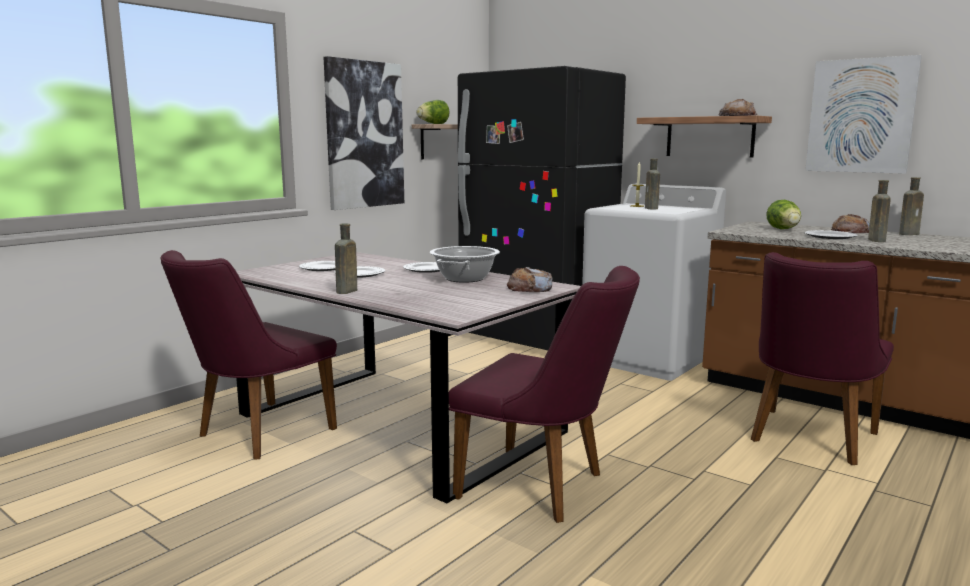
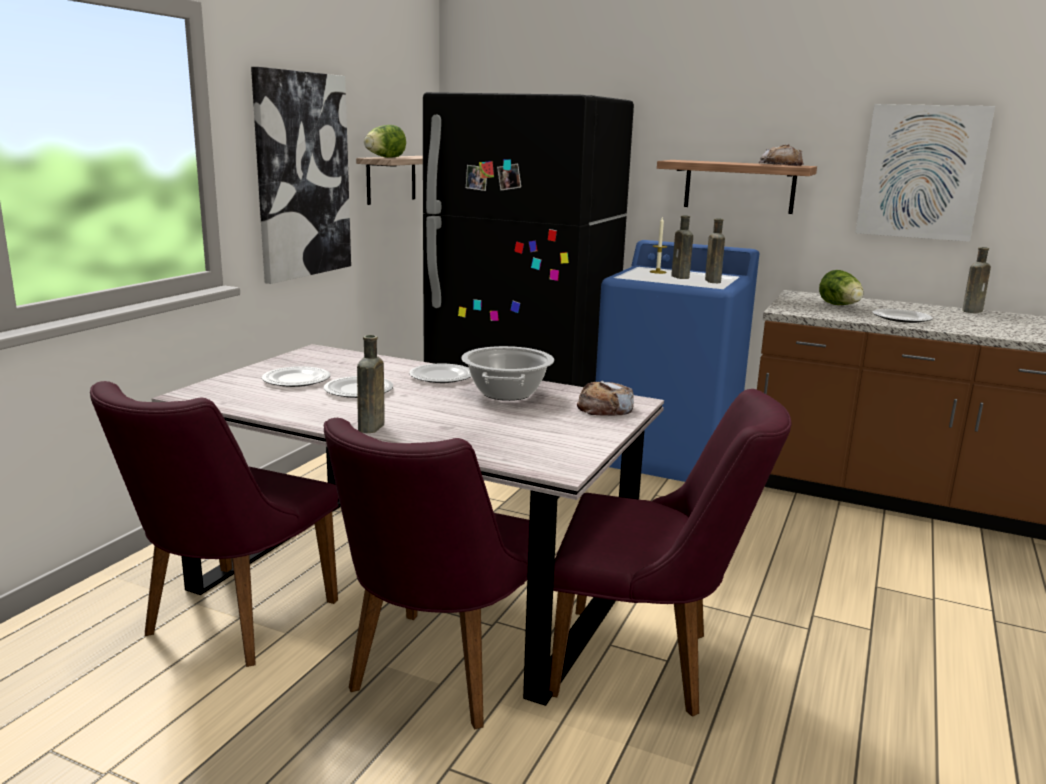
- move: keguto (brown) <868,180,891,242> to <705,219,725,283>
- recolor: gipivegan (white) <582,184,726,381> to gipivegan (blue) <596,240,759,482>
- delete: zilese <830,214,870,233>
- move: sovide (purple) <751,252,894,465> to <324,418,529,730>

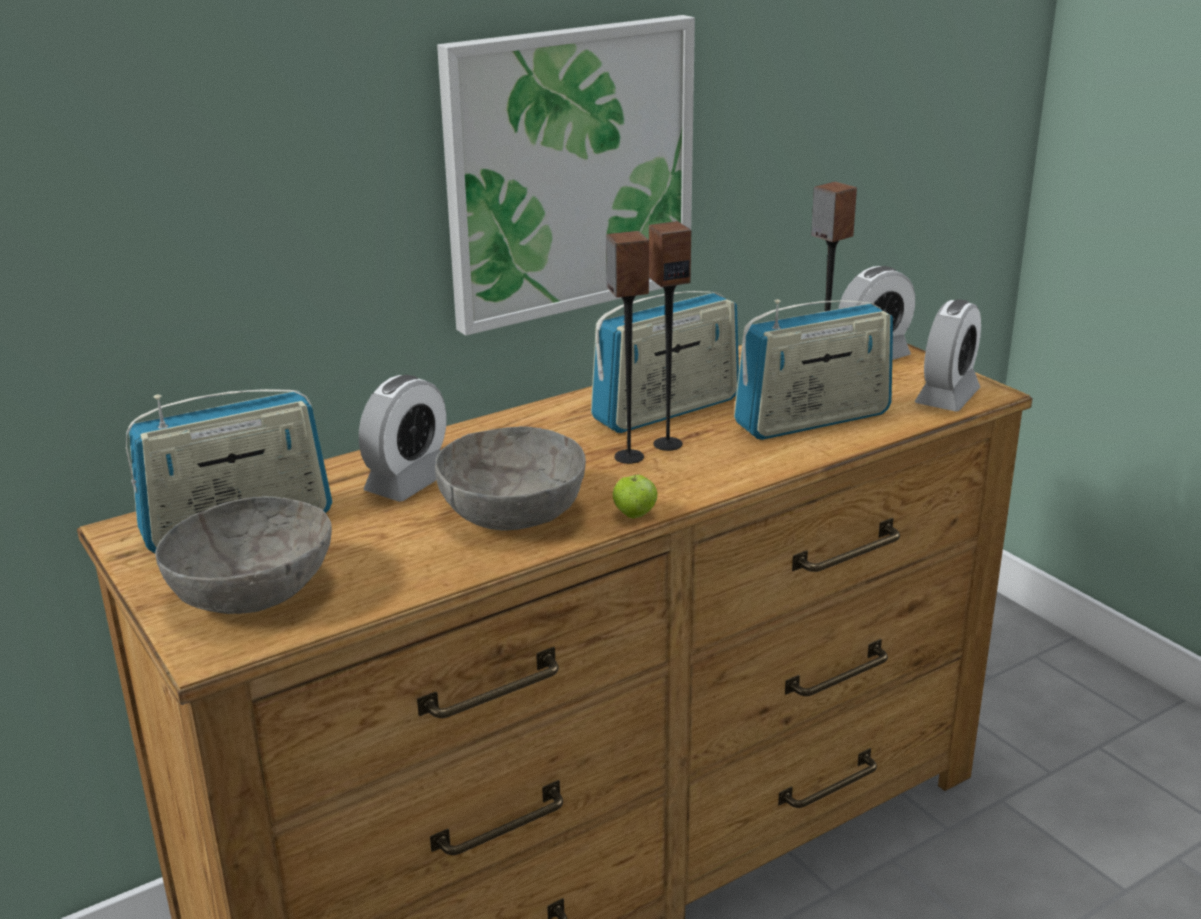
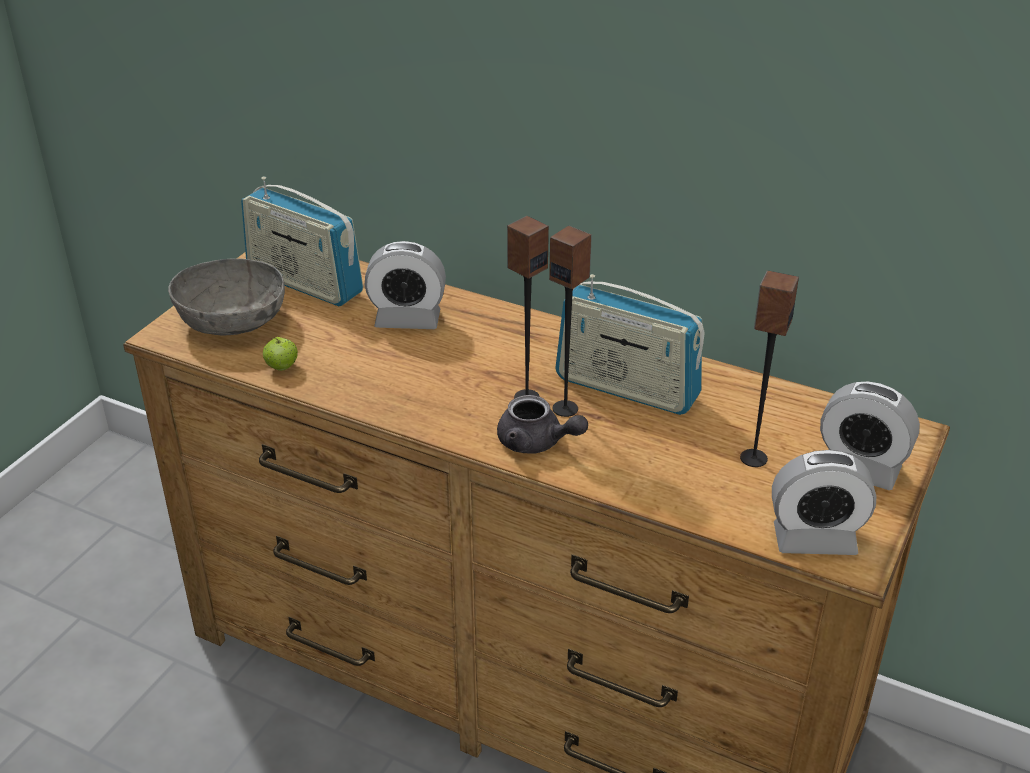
- delete: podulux <437,15,695,336>
- delete: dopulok <734,299,893,440>
- delete: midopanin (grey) <435,426,586,531>
- move: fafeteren <613,475,658,519> to <263,337,298,371>
- insert: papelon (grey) <497,395,588,454>

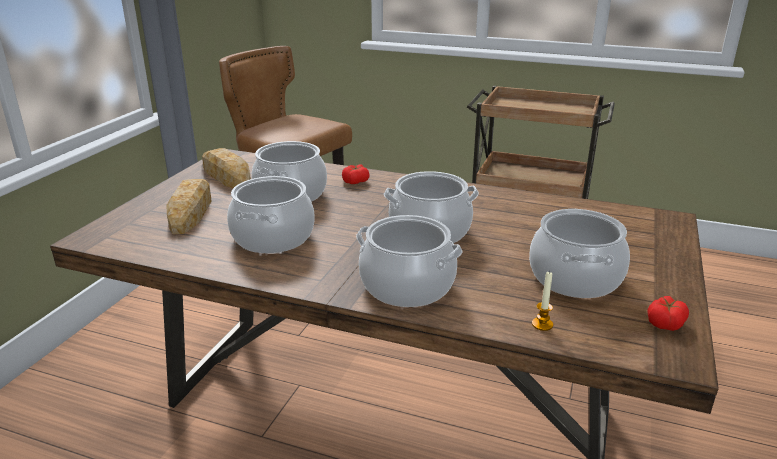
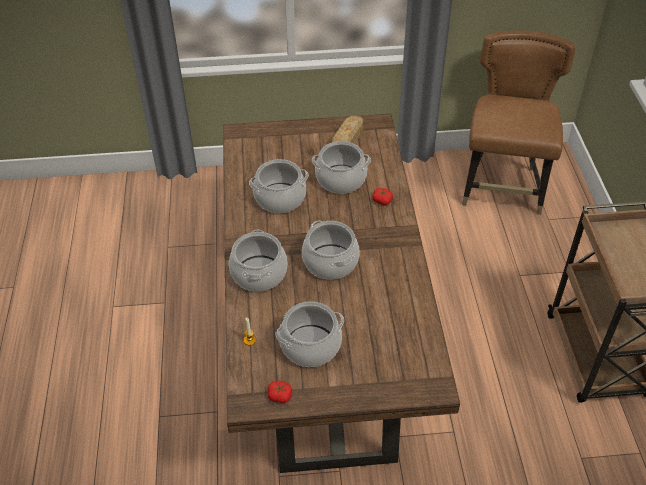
- delete: zilese <166,179,212,234>

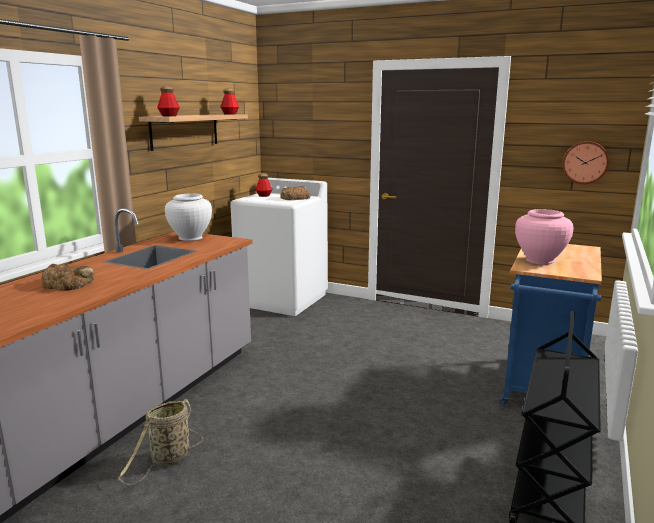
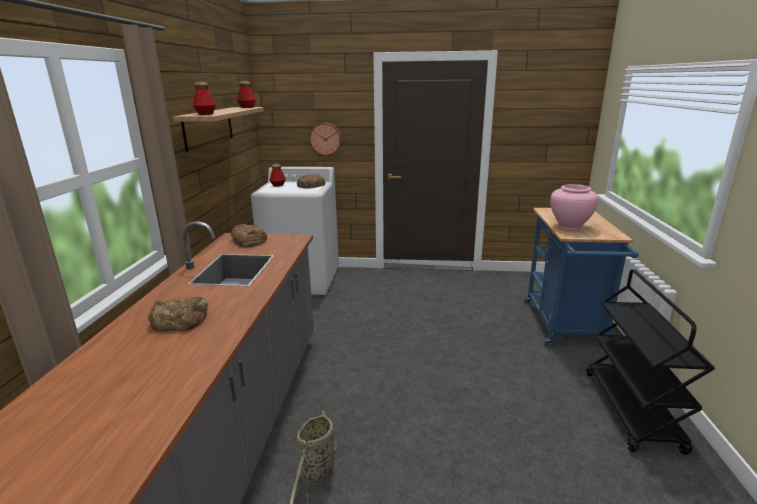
- move: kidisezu <562,141,609,184> to <309,123,342,156>
- replace: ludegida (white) <165,193,212,241> to zilese <231,224,267,248>

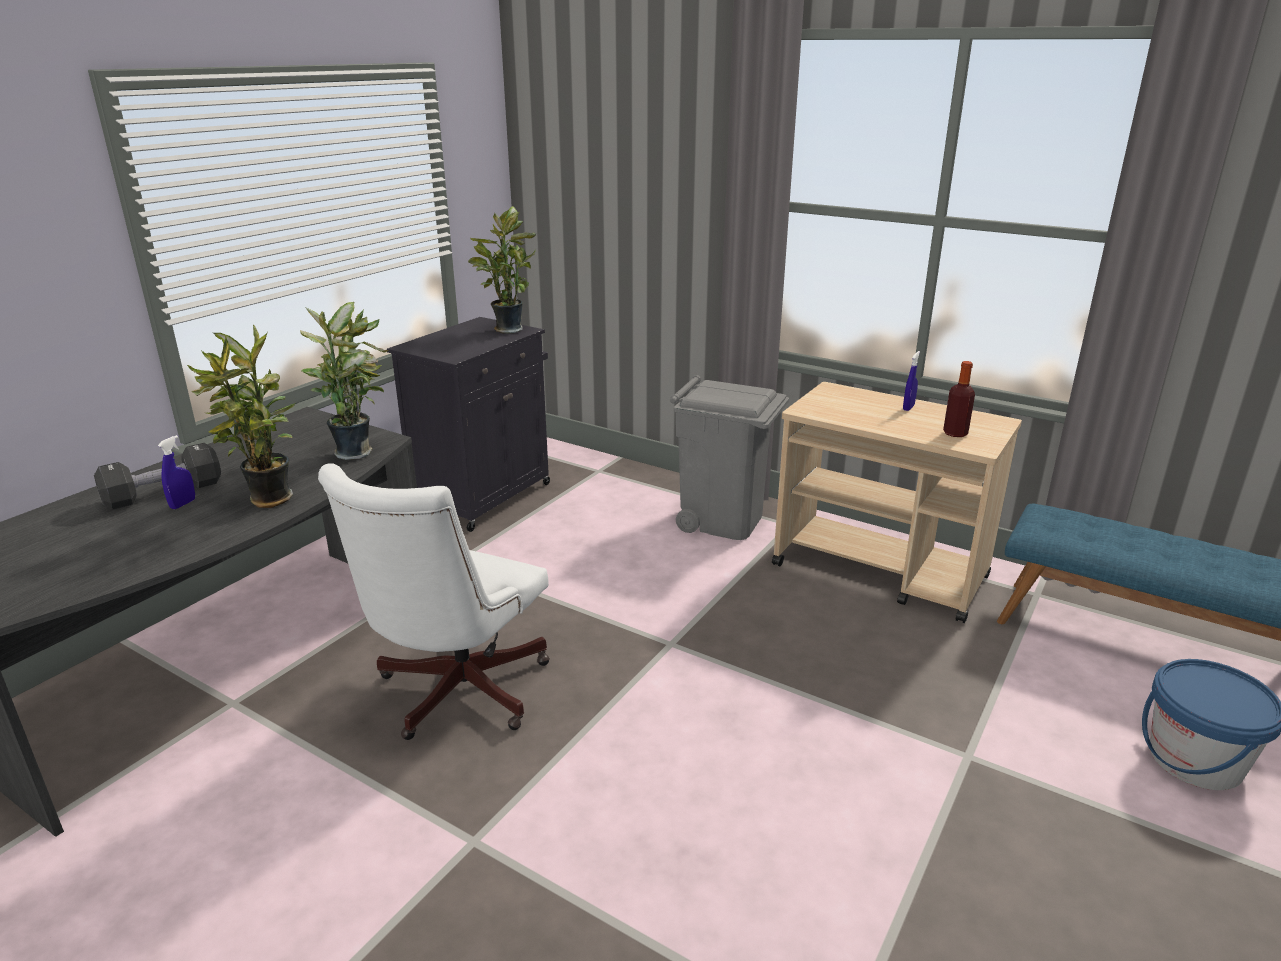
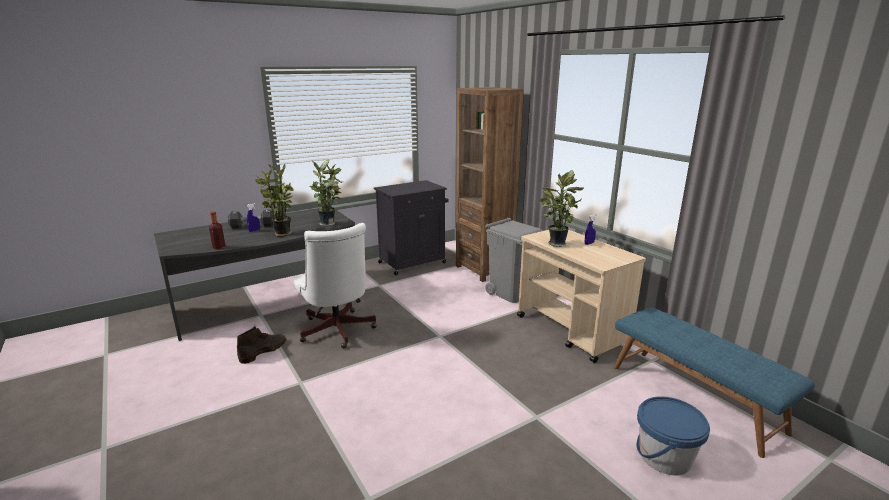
- move: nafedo <468,206,536,334> to <539,170,584,247>
- move: keguto <943,361,975,437> to <209,211,225,250>
- rotate: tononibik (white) <318,463,550,740> = <294,223,377,348> 75 degrees counterclockwise
- insert: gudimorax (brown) <456,87,524,282>
- insert: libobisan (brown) <237,326,287,364>

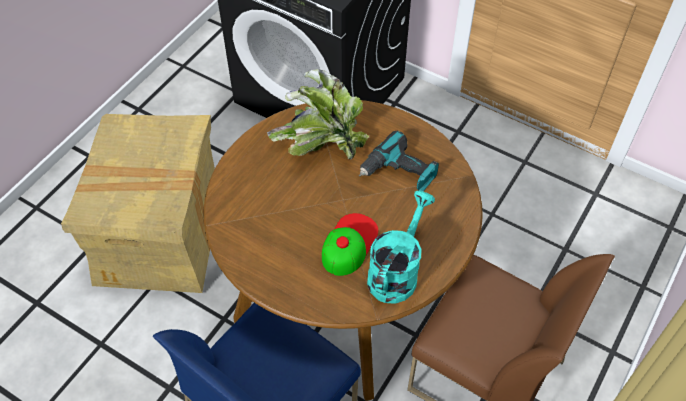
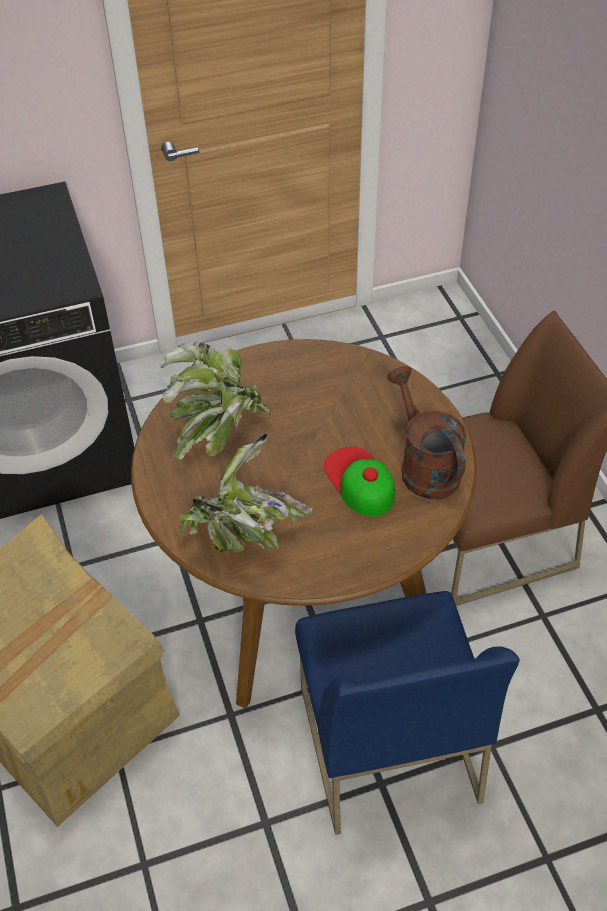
- delete: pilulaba <359,130,439,191>
- recolor: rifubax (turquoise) <367,190,435,304> to rifubax (brown) <387,366,467,499>
- insert: nafedo <174,434,312,553>

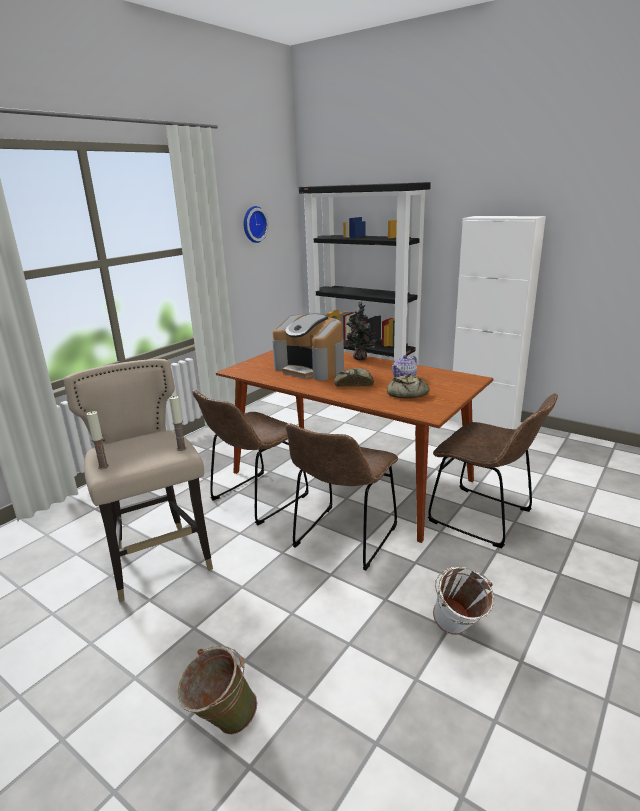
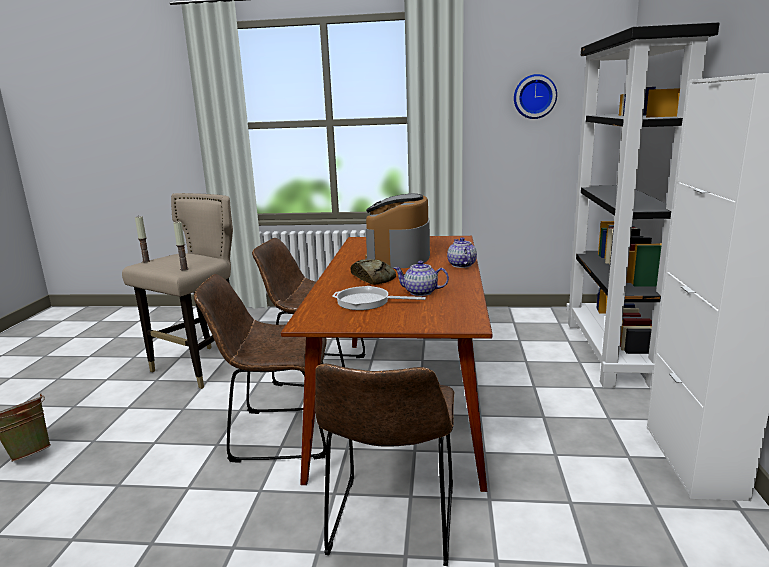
- replace: nafedo <346,301,377,360> to papelon <447,237,477,268>
- replace: zilese <387,374,430,399> to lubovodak <332,286,426,310>
- delete: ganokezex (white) <433,567,494,635>

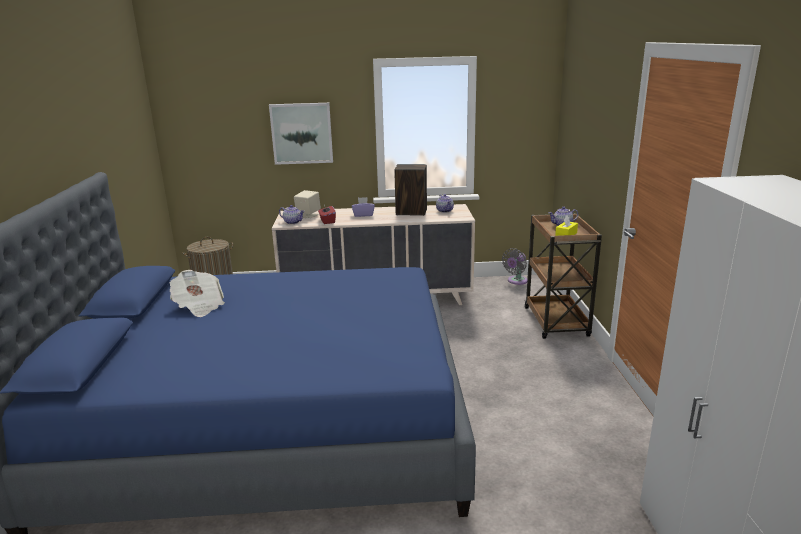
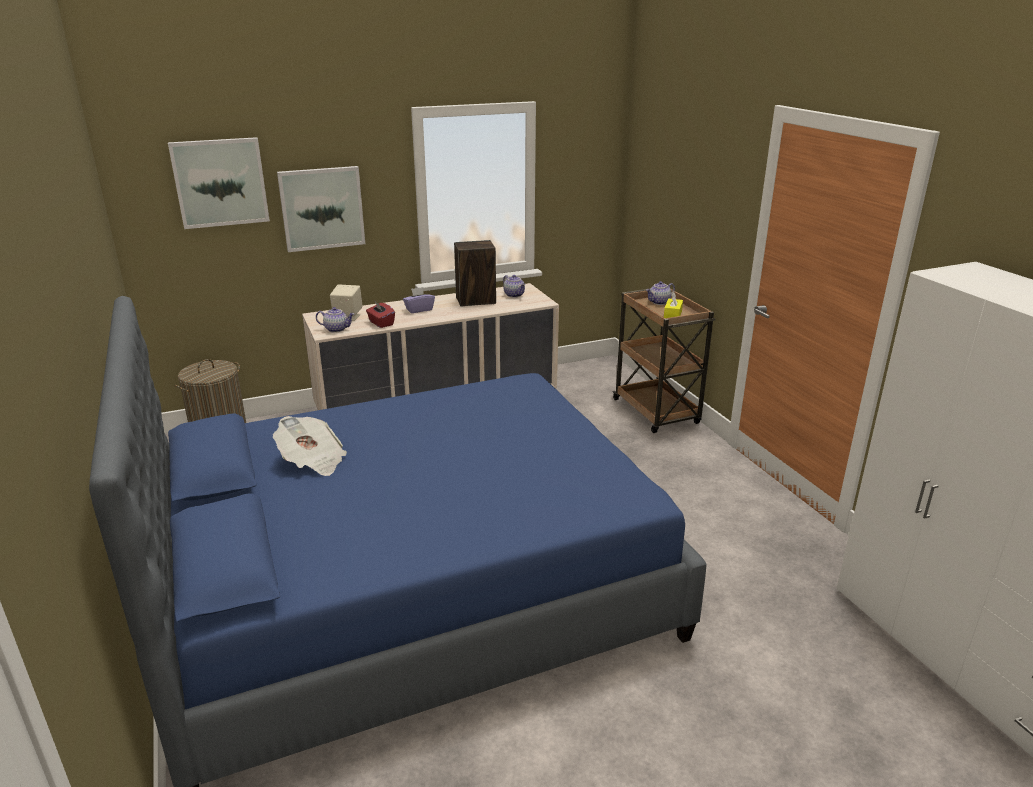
- delete: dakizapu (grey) <502,248,527,285>
- insert: podulux <168,137,270,229>

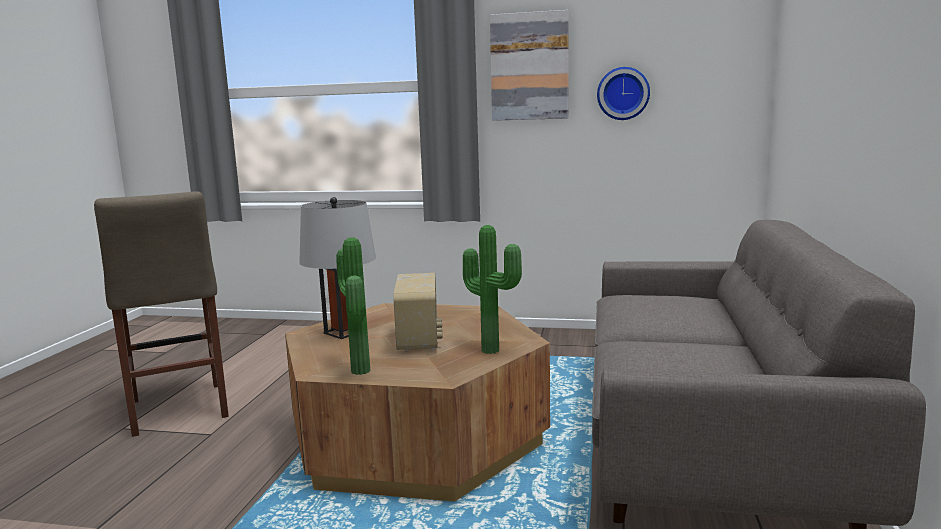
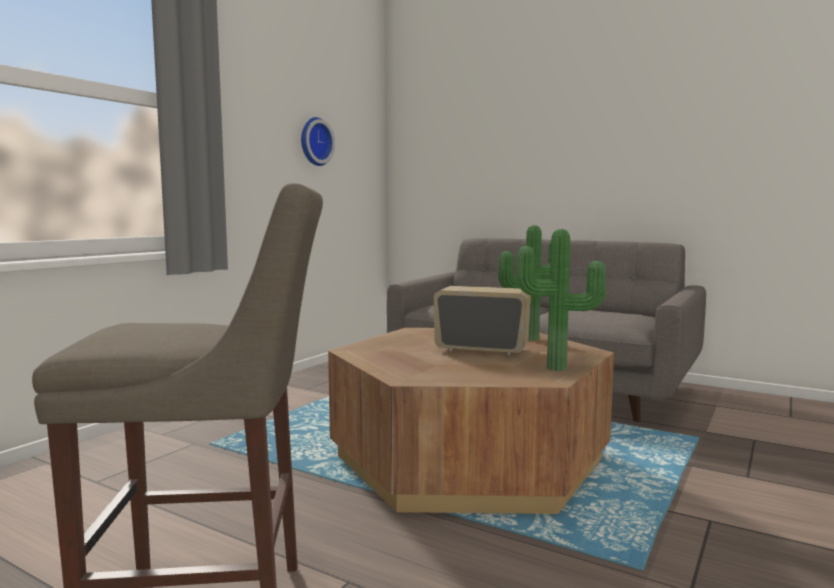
- delete: podulux <490,10,569,121>
- delete: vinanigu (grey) <299,197,376,339>

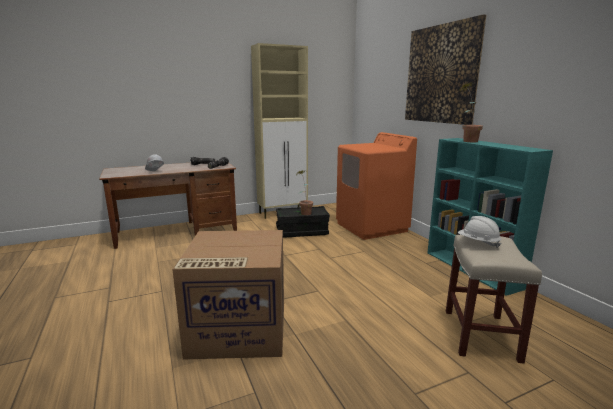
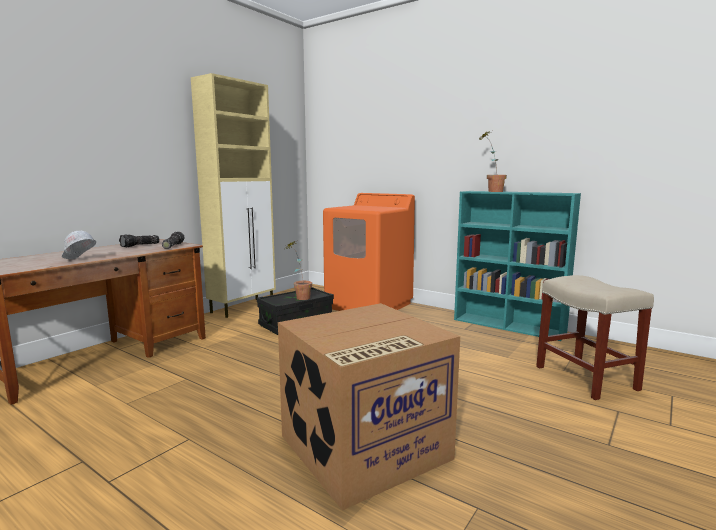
- delete: podulux <405,14,486,125>
- delete: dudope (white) <458,216,502,248>

